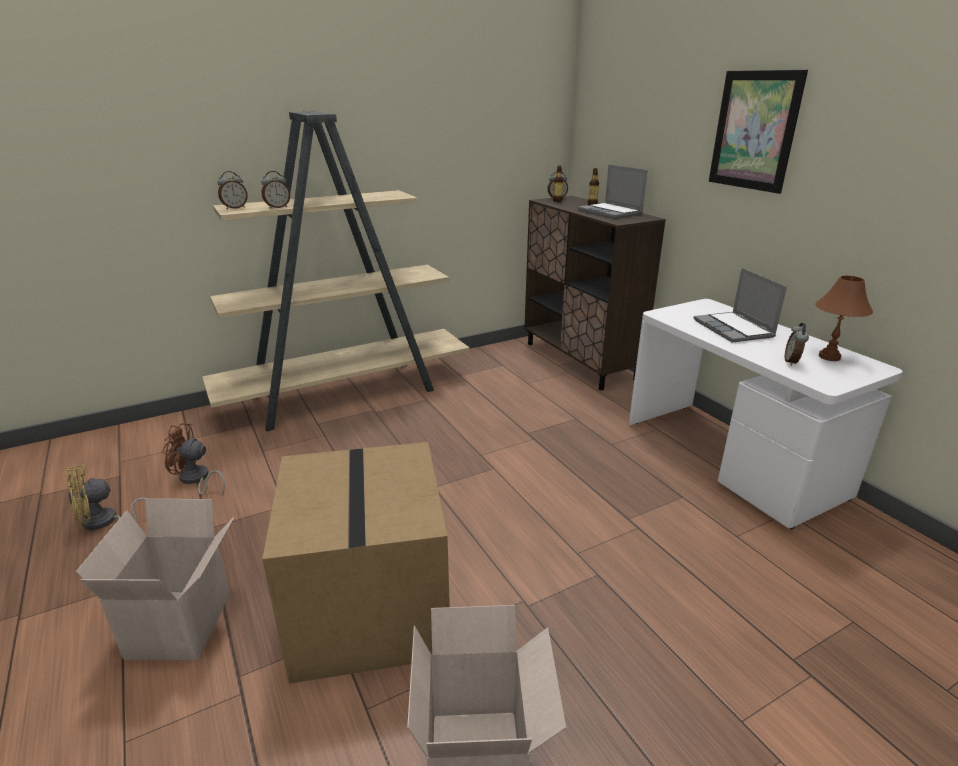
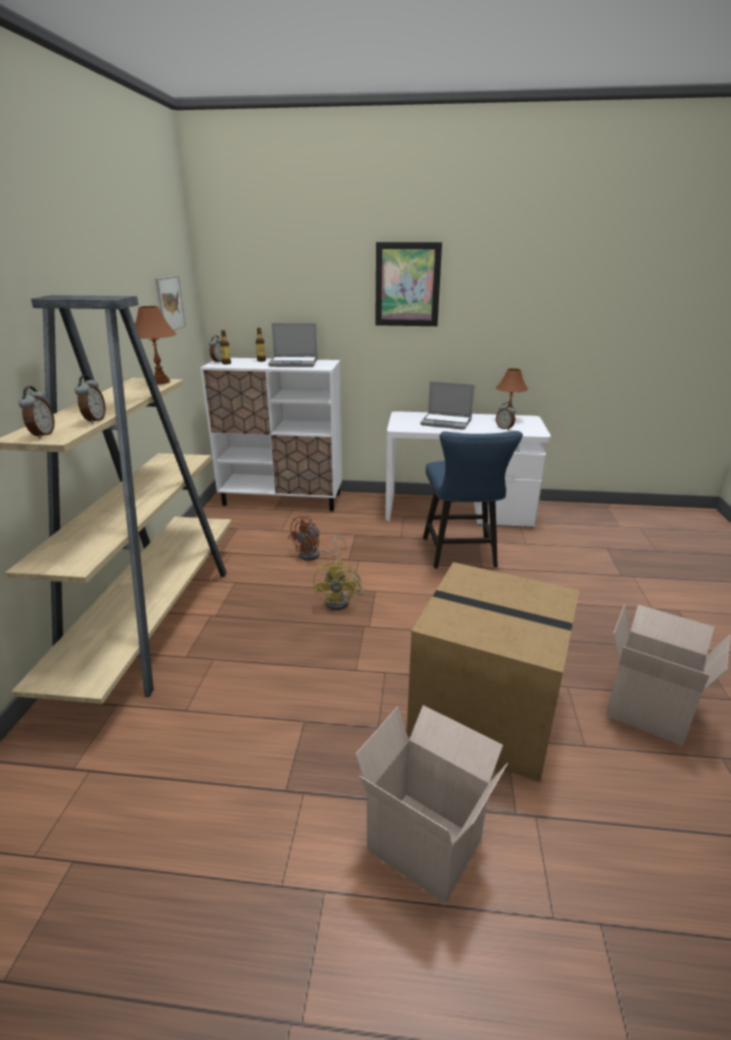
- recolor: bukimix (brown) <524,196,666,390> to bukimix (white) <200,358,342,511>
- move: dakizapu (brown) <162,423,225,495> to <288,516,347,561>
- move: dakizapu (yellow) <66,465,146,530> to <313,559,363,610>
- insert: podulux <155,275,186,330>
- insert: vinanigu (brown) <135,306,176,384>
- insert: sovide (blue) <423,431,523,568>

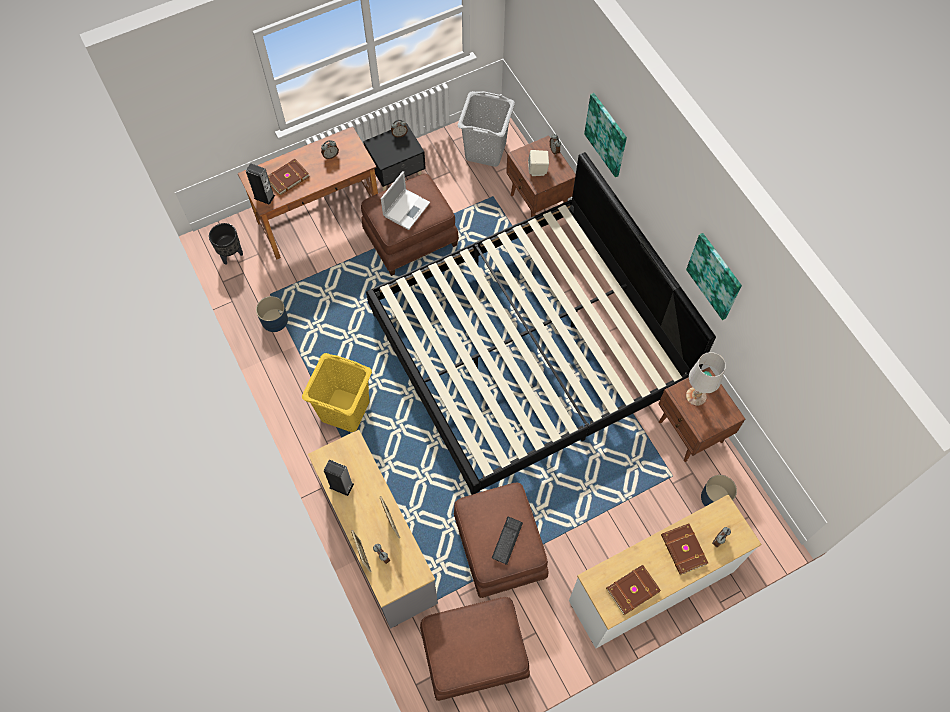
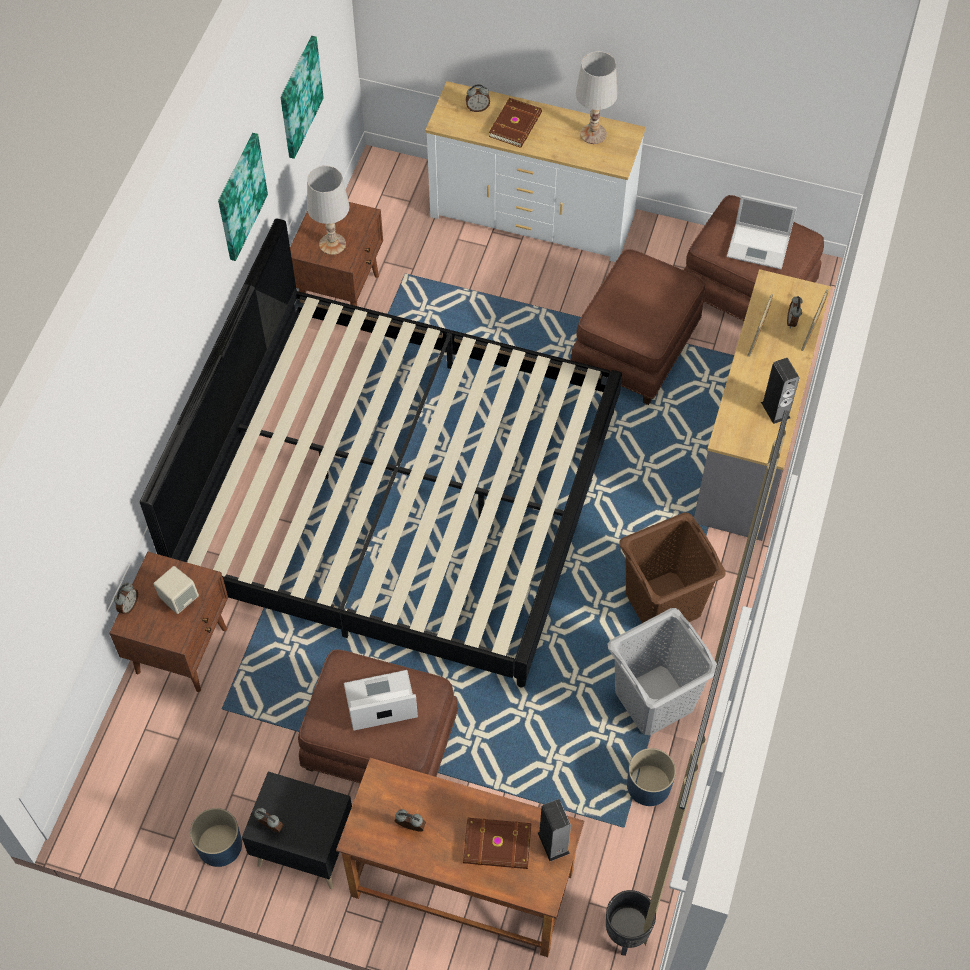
- move: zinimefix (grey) <458,91,515,167> to <608,608,717,735>
- move: podulux <584,93,627,177> to <281,36,324,159>
- recolor: zinimefix (yellow) <302,353,372,432> to zinimefix (brown) <619,513,726,623>
- move: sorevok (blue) <701,475,737,507> to <190,808,242,867>
- delete: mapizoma <492,516,523,565>
- replace: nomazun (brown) <606,565,661,615> to vinanigu (white) <576,51,617,144>
- insert: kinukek <727,195,797,269>

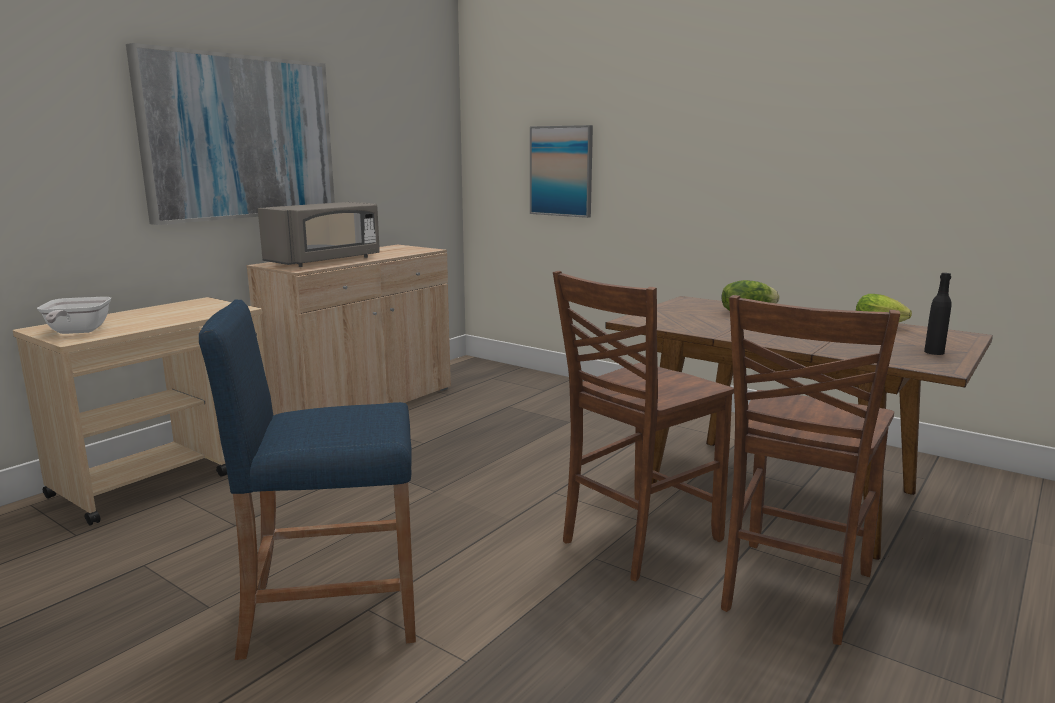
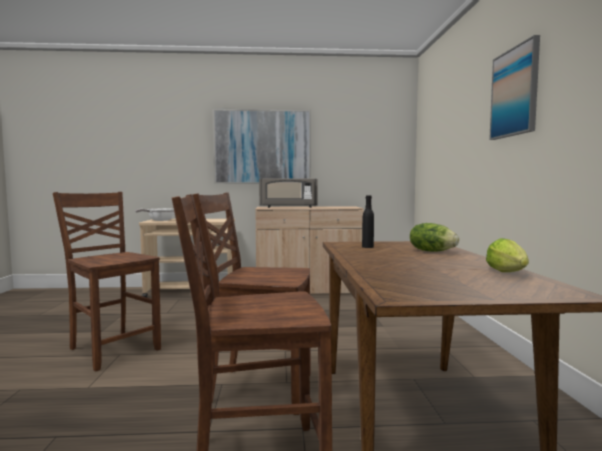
- move: podulux <530,125,593,218> to <489,35,540,140>
- move: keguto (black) <924,273,951,355> to <362,195,374,248>
- replace: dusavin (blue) <199,300,416,660> to sovide (brown) <53,192,161,371>

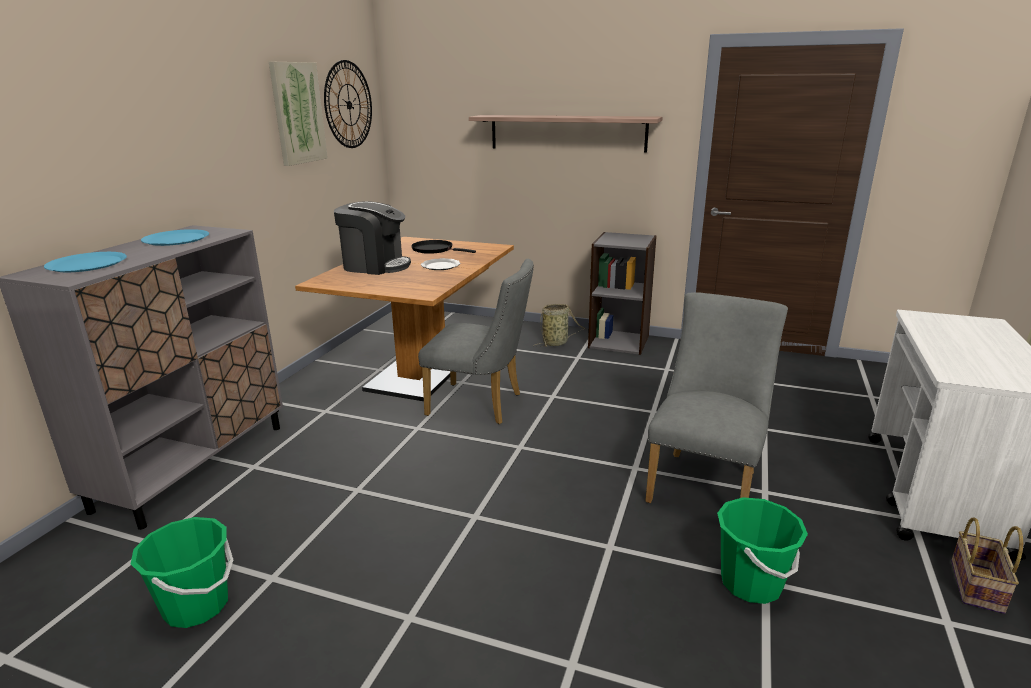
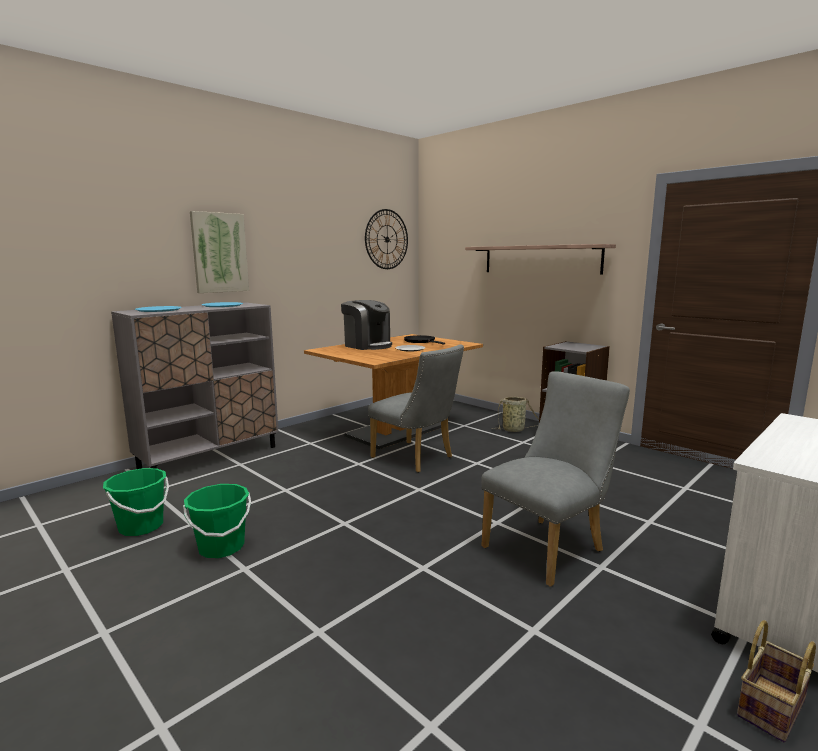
- move: podulux <269,62,328,166> to <190,211,249,293>
- move: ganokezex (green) <717,497,808,604> to <183,484,251,558>

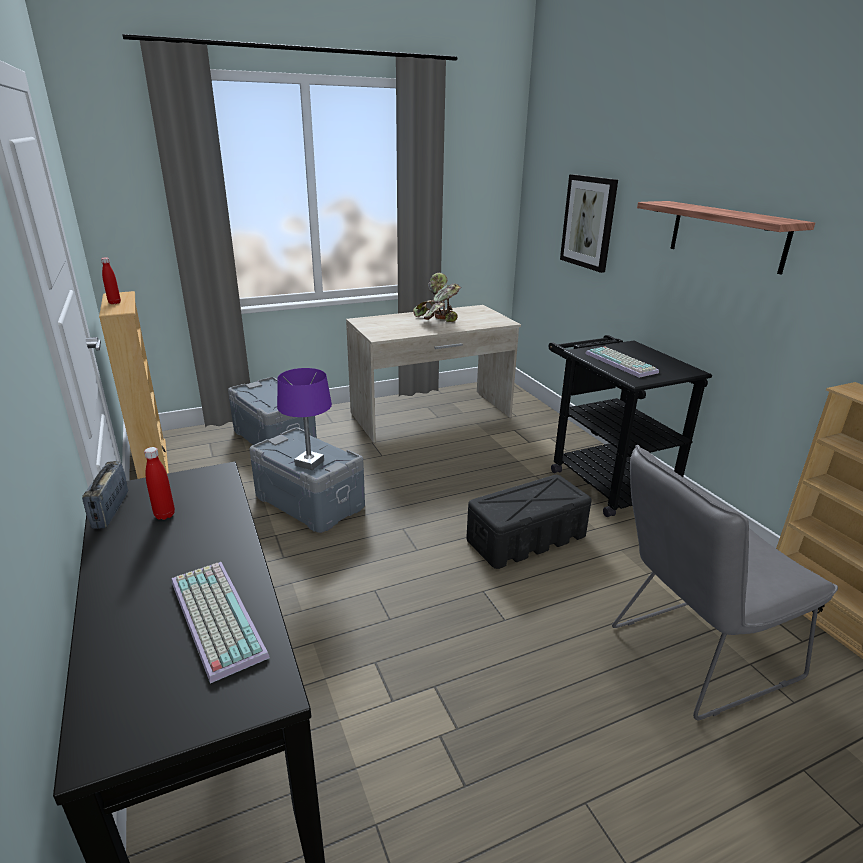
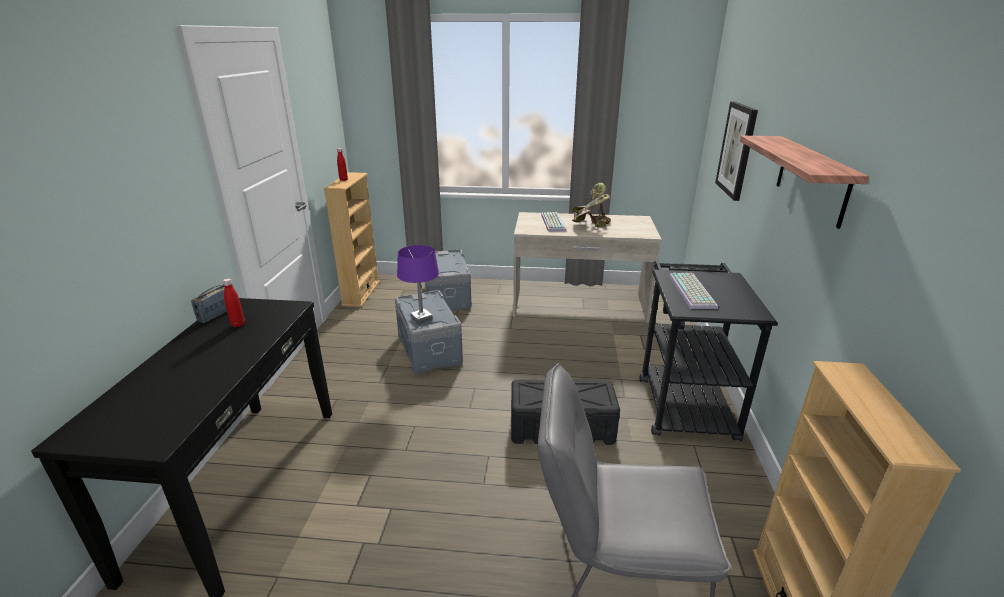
- move: mapizoma <172,562,270,683> to <541,212,566,231>

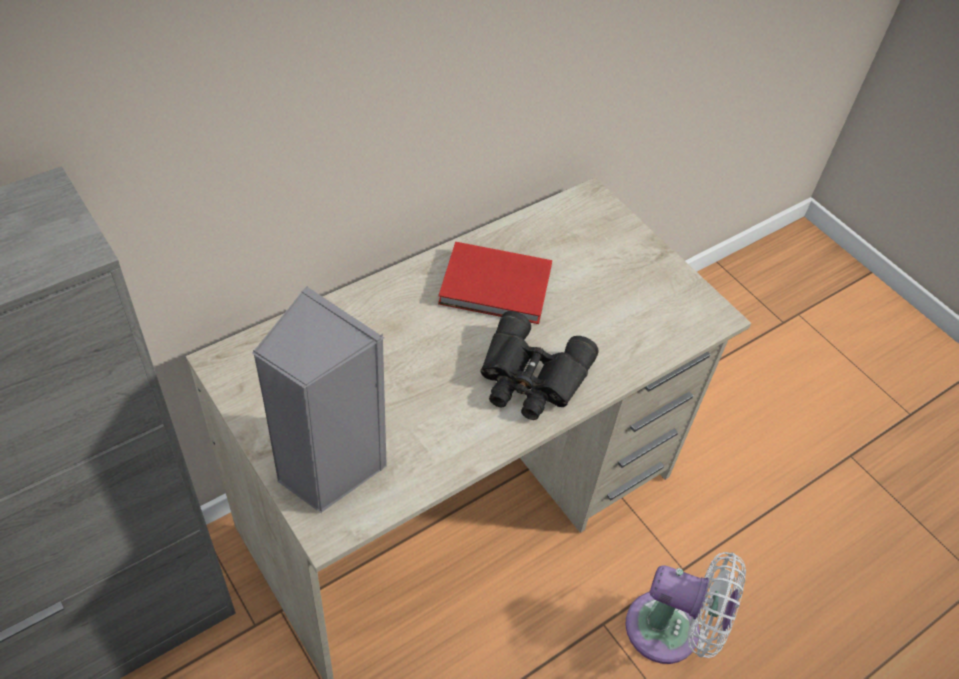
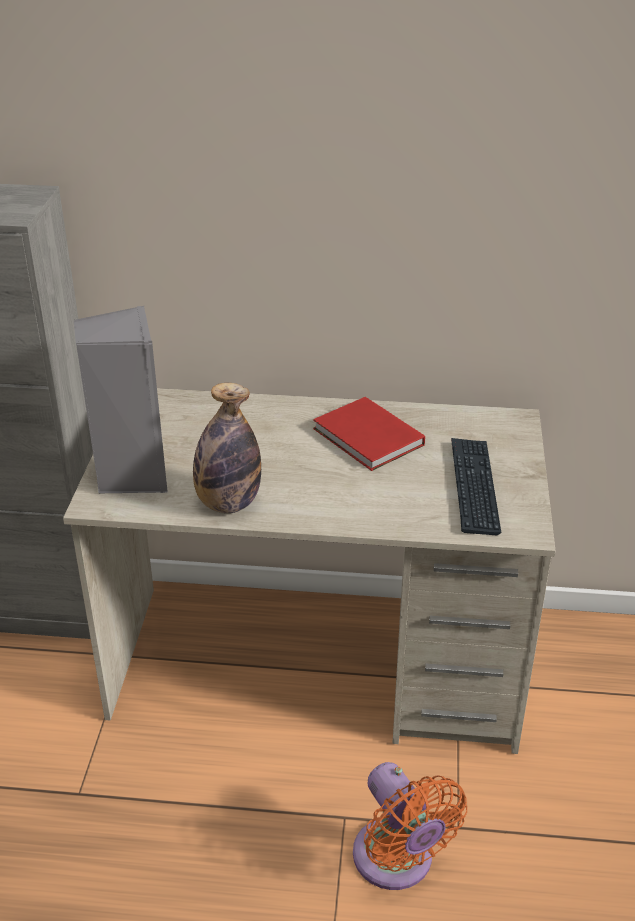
- delete: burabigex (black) <480,311,599,420>
- recolor: dakizapu (white) <626,552,746,664> to dakizapu (orange) <353,762,467,890>
- insert: keguto <193,383,261,513>
- insert: mapizoma <451,438,501,535>

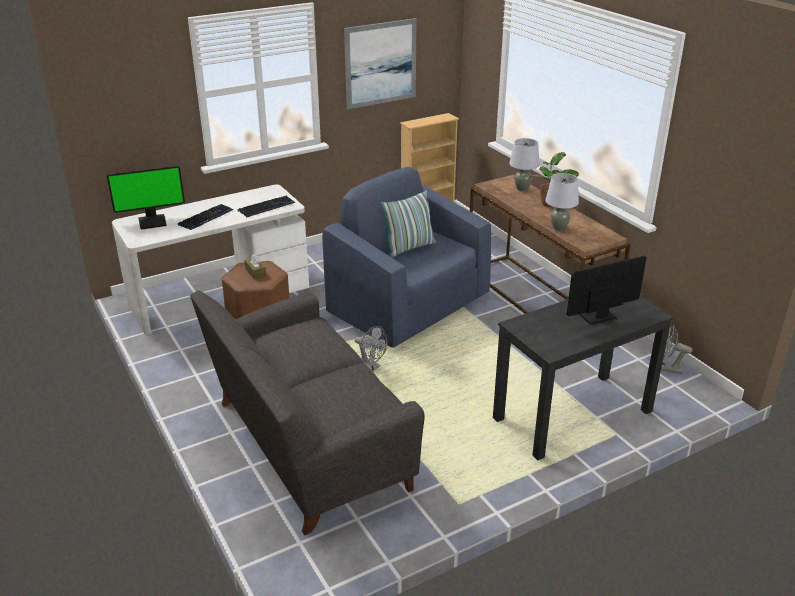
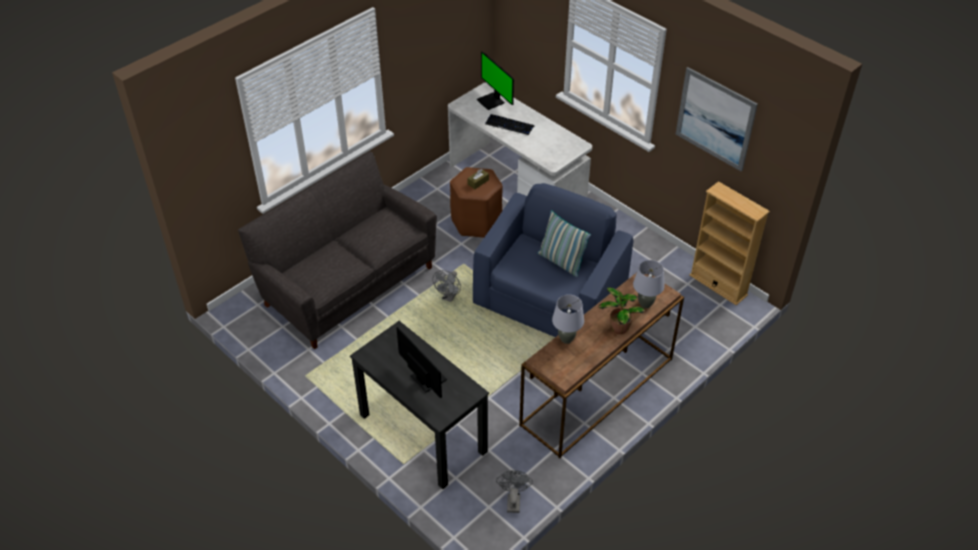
- delete: mapizoma <238,196,295,218>

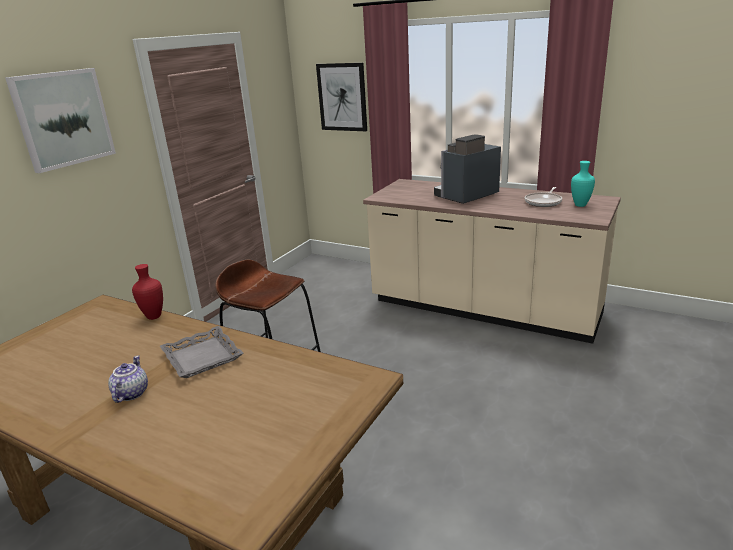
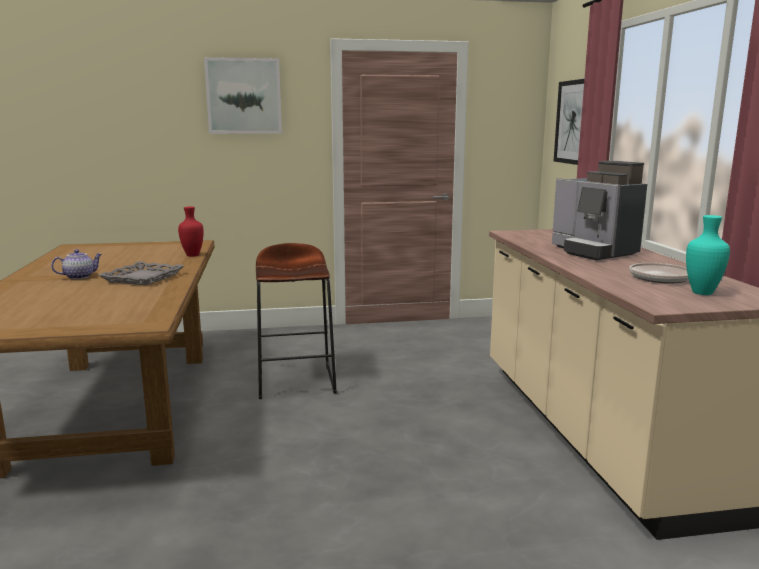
- rotate: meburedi <434,134,501,204> = <552,161,647,260> 135 degrees counterclockwise

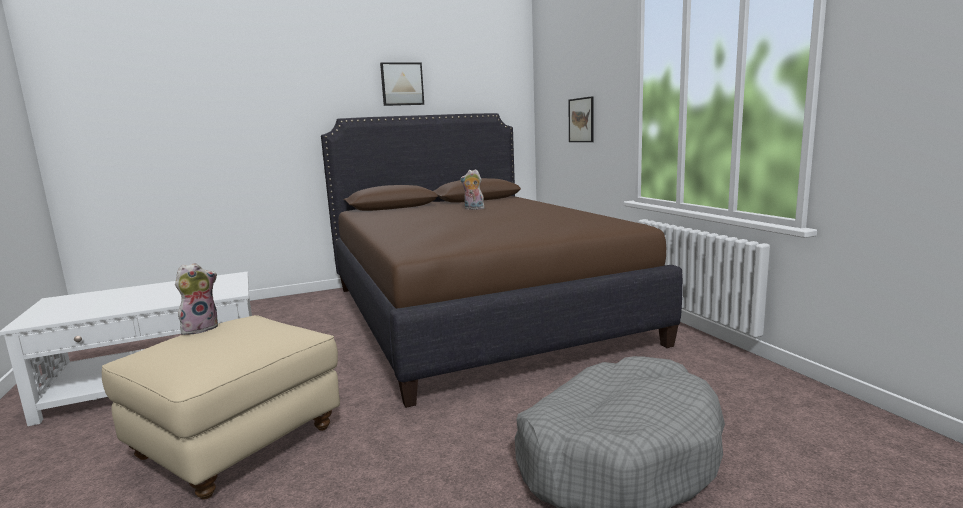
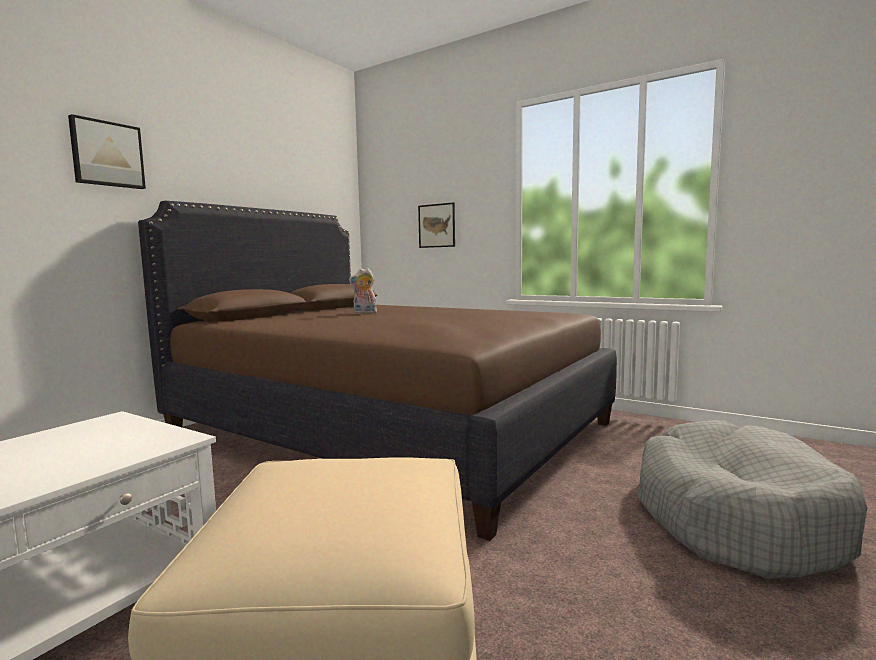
- move: podulux <380,62,424,106> to <68,114,146,189>
- delete: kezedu <175,263,218,335>

